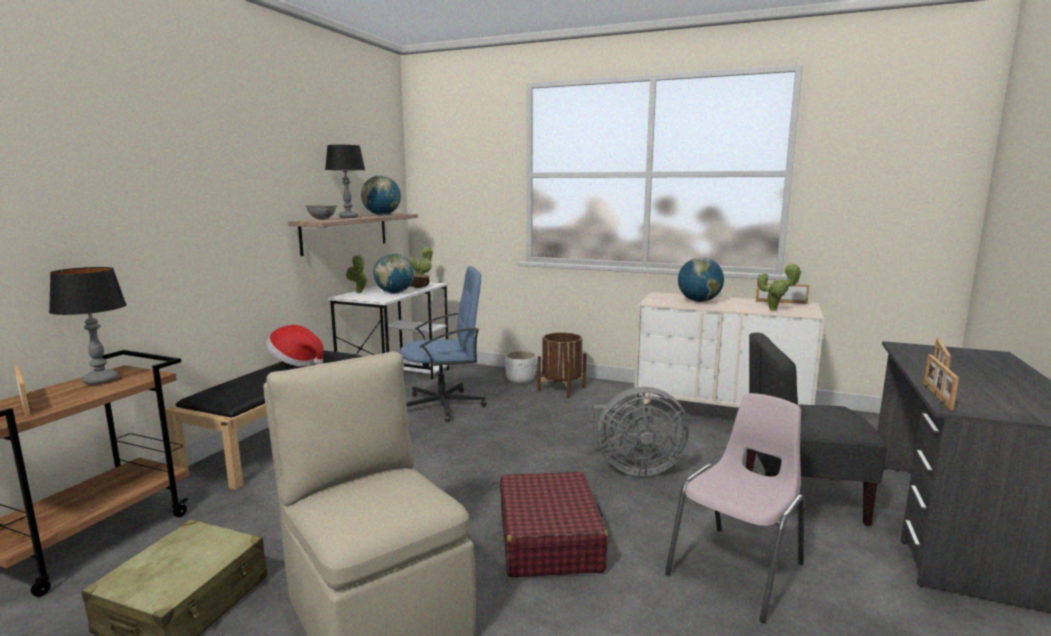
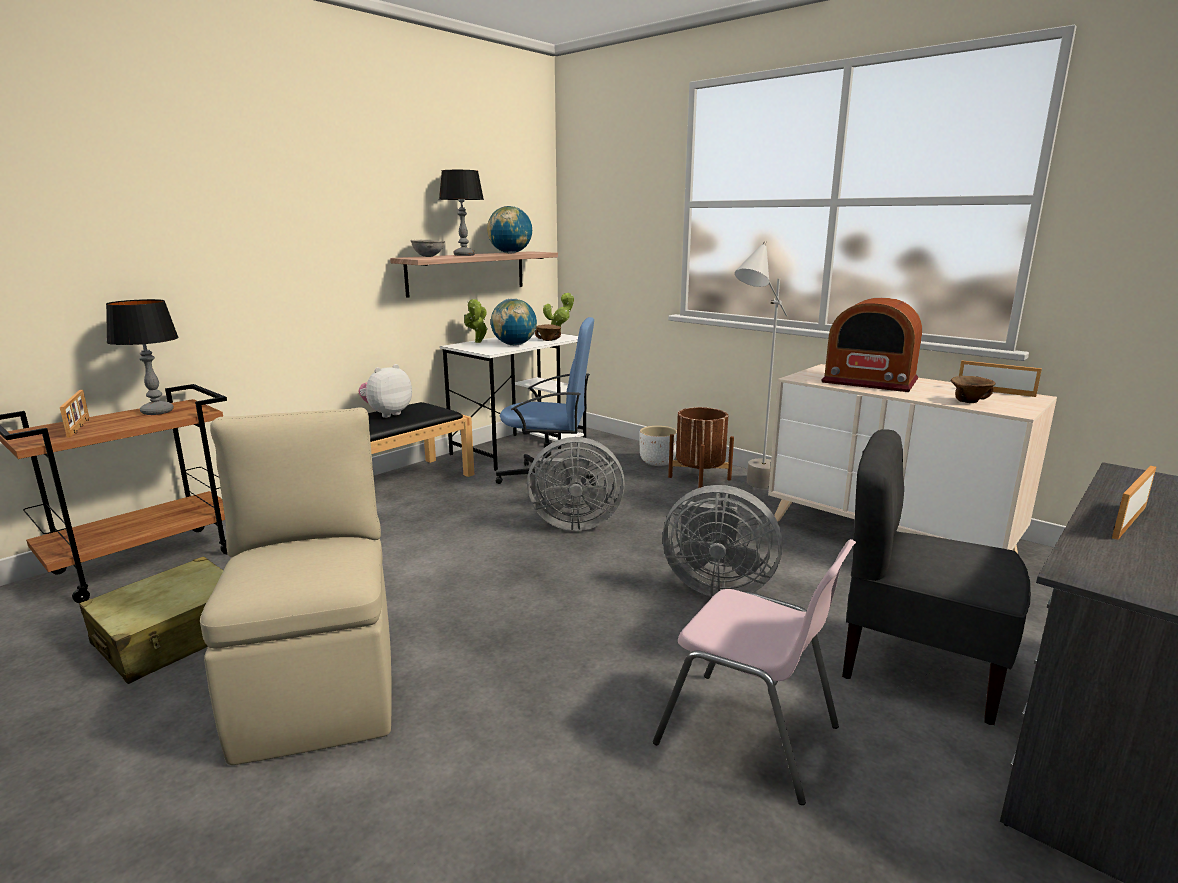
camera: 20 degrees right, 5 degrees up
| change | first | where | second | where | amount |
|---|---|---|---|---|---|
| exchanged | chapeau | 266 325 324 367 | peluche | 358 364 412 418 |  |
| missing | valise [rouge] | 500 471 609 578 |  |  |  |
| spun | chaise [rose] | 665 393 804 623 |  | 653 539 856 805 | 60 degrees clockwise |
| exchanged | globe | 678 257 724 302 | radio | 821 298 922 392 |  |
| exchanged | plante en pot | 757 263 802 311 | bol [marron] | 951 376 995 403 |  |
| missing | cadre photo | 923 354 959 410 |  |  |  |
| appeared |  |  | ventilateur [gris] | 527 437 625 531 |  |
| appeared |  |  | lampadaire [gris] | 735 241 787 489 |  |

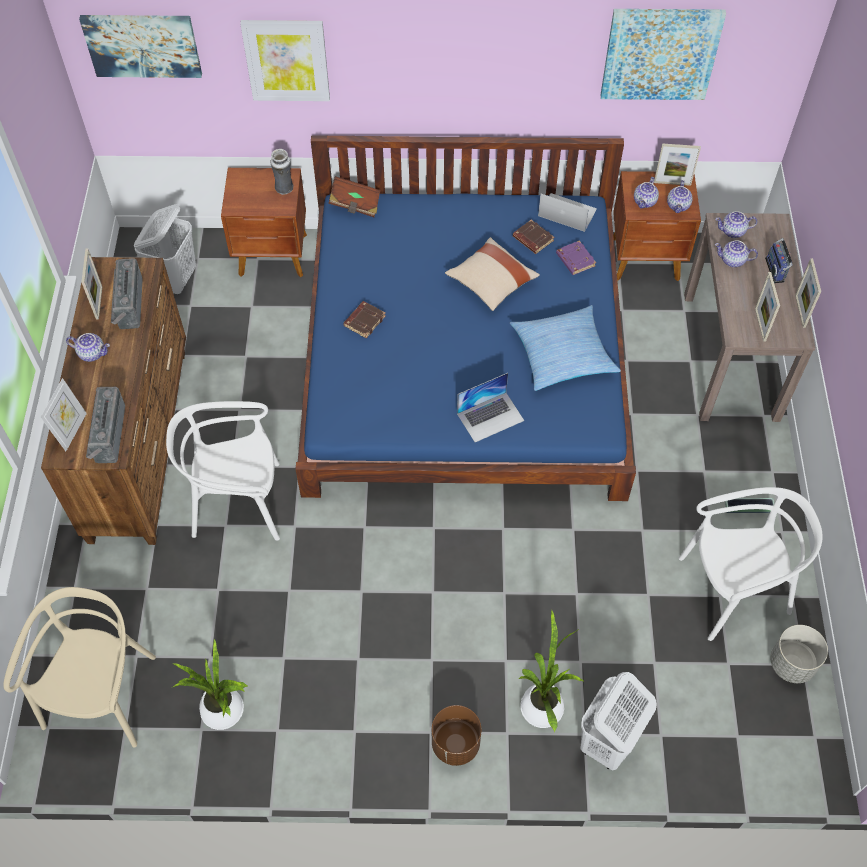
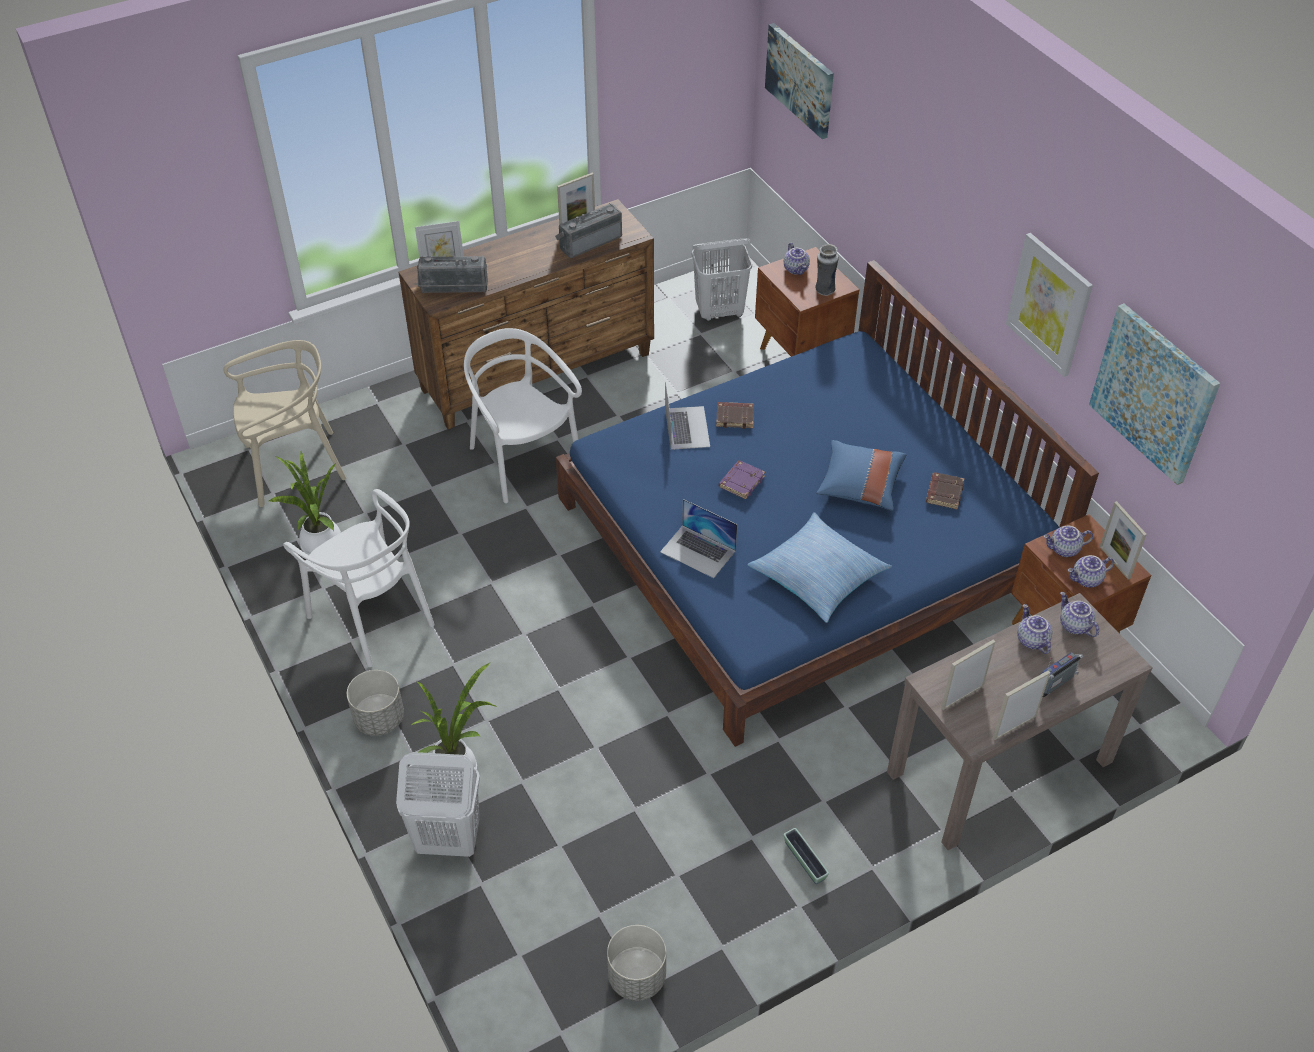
camera: 60 degrees right, 10 degrees down
| change | first | where | second | where | amount |
|---|---|---|---|---|---|
| relocated | théière | 66 333 110 362 |  | 784 243 810 275 |  |
| spun | radio | 86 387 125 463 |  | 417 256 488 293 | 150 degrees counterclockwise |
| relocated | tableau | 240 20 330 101 |  | 1006 233 1093 377 |  |
| missing | livre [marron] | 328 176 380 217 |  |  |  |
| colour | cache-pot [marron] | 432 705 482 766 | cache-pot [gris] | 347 670 404 736 |  |
| colour | coussin [beige] | 445 237 540 311 | coussin [bleu] | 816 440 907 511 |  |
| relocated | ordinateur portable | 538 193 597 232 |  | 665 382 710 450 |  |
| relocated | livre [violet] | 556 241 596 275 |  | 719 460 765 500 |  |
| relocated | chaise [blanc] | 679 487 823 641 |  | 283 489 435 667 |  |

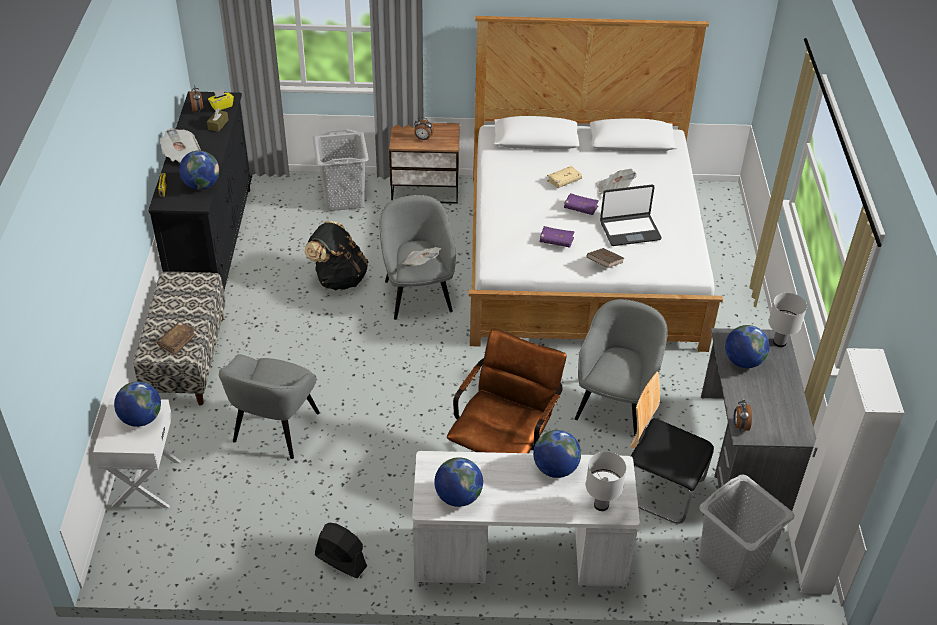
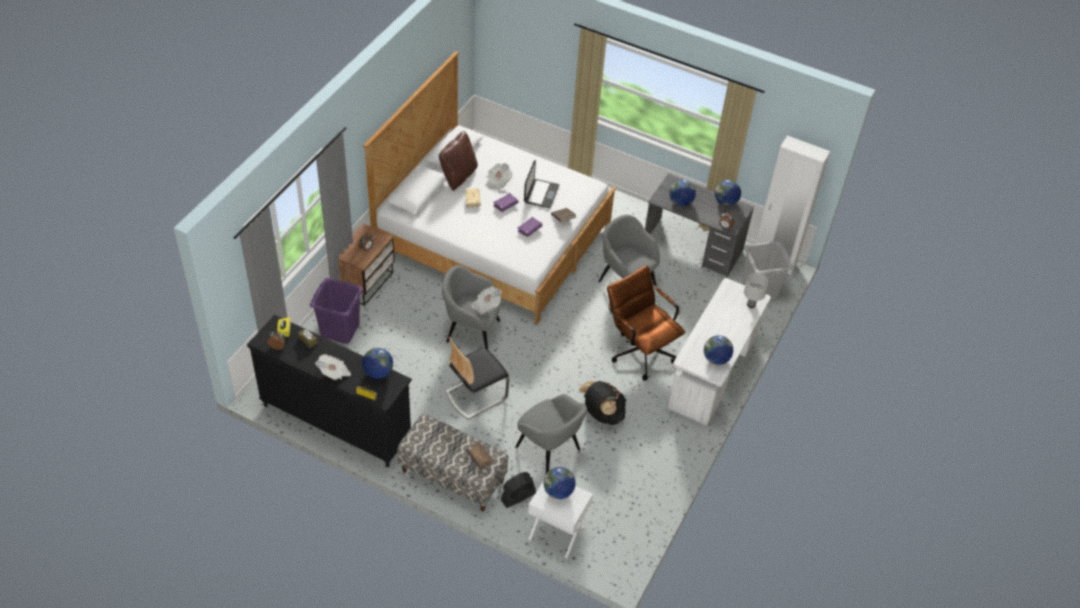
camera: 65 degrees left, 5 degrees up
| change | first | where | second | where | amount |
|---|---|---|---|---|---|
| relocated | sac à dos [noir] | 304 221 368 290 |  | 579 381 626 425 |  |
| colour | panier à linge [gris] | 313 129 369 211 | panier à linge [violet] | 310 278 363 344 |  |
| relocated | ventilateur [noir] | 315 523 367 578 |  | 500 472 536 508 |  |
| relocated | globe | 533 430 581 478 |  | 715 180 741 206 |  |
| relocated | chaise | 630 371 714 524 |  | 446 336 510 420 |  |
| missing | lampe de table [blanc] | 768 293 807 347 |  |  |  |
| appeared |  |  | coussin [marron] | 439 131 478 191 |  |

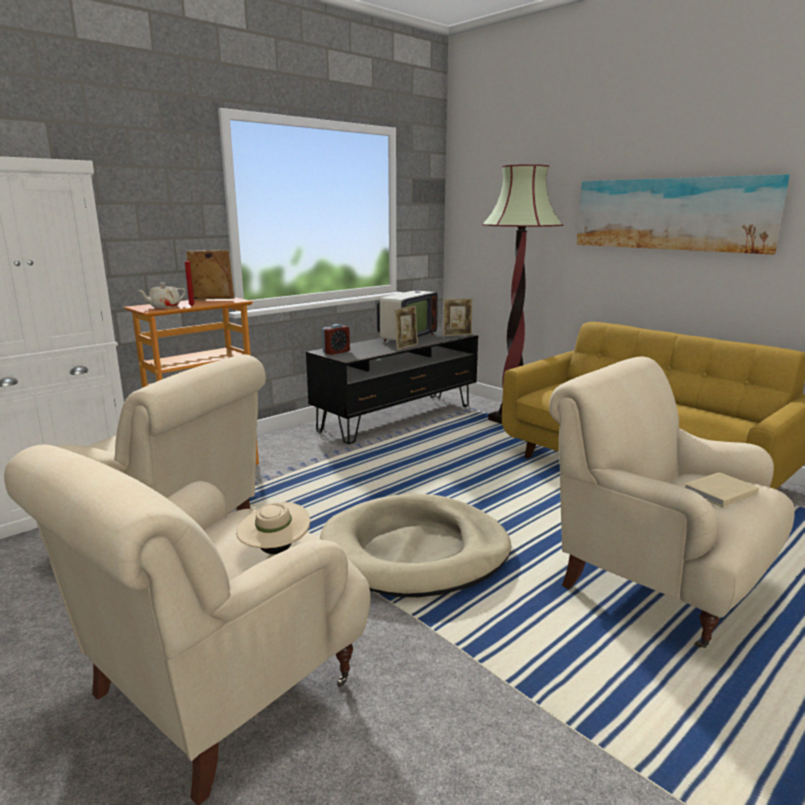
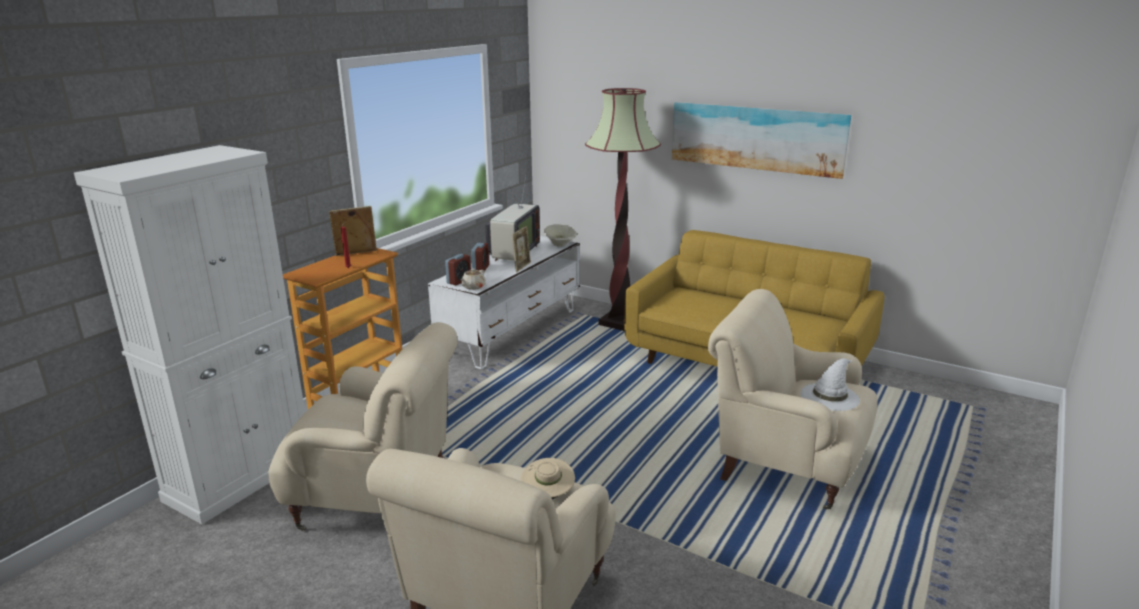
camera: 15 degrees left, 5 degrees up
| change | first | where | second | where | amount |
|---|---|---|---|---|---|
| relocated | théière [beige] | 137 283 186 308 |  | 461 269 486 290 |  |
| colour | meuble télé [noir] | 306 328 478 444 | meuble télé [blanc] | 428 236 580 369 |  |
| missing | panier pour chien [beige] | 320 494 511 597 |  |  |  |
| exchanged | cadre photo | 443 298 473 336 | bol [beige] | 544 224 577 247 |  |
| exchanged | livre [beige] | 685 472 759 507 | chapeau [blanc] | 801 359 860 411 |  |
| appeared |  |  | réveil | 471 243 489 271 |  |

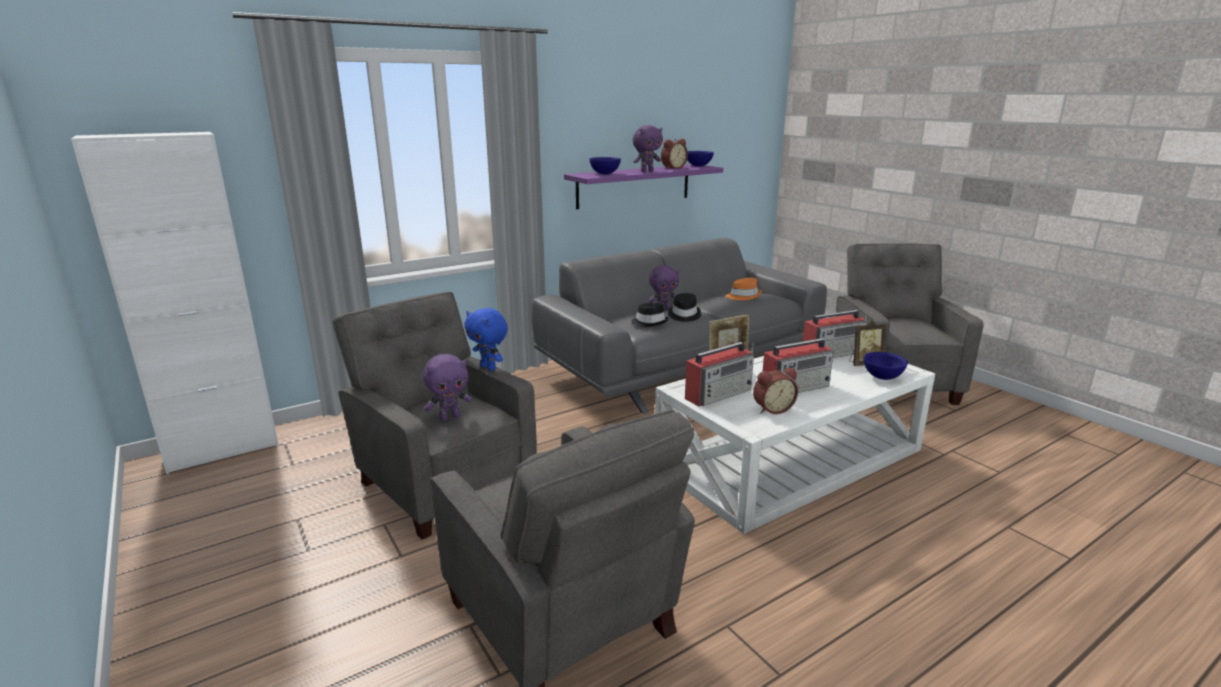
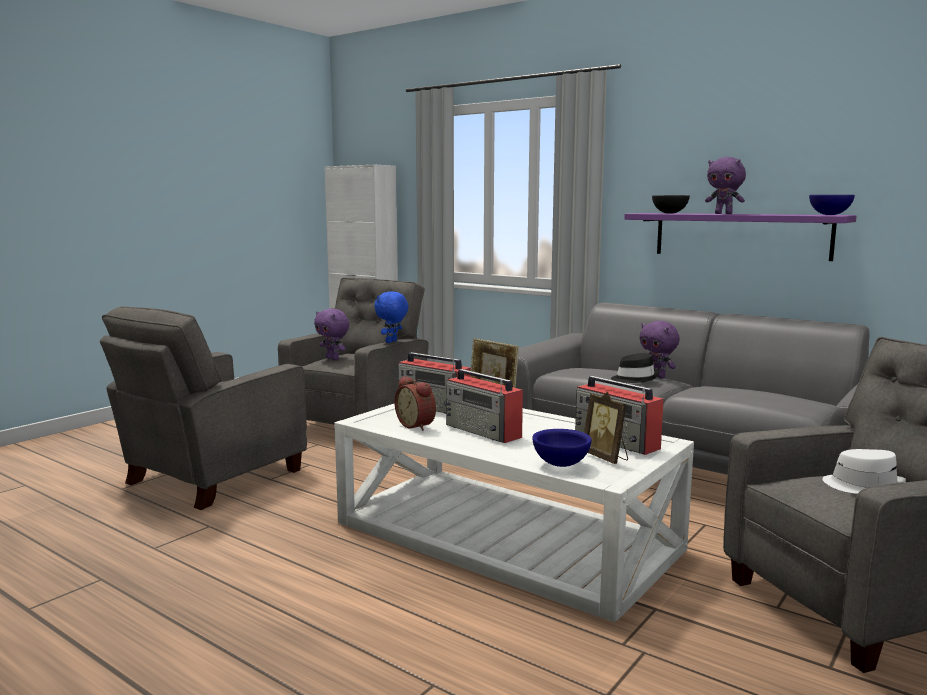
camera: 70 degrees right, 10 degrees down
| change | first | where | second | where | amount |
|---|---|---|---|---|---|
| colour | bol [bleu] | 589 157 621 174 | bol [noir] | 652 195 690 213 |  |
| missing | chapeau [noir] | 631 303 669 327 |  |  |  |
| missing | réveil | 661 139 688 169 |  |  |  |
| missing | chapeau [orange] | 726 278 762 300 |  |  |  |
| appeared |  |  | chapeau [blanc] | 822 449 906 494 |  |

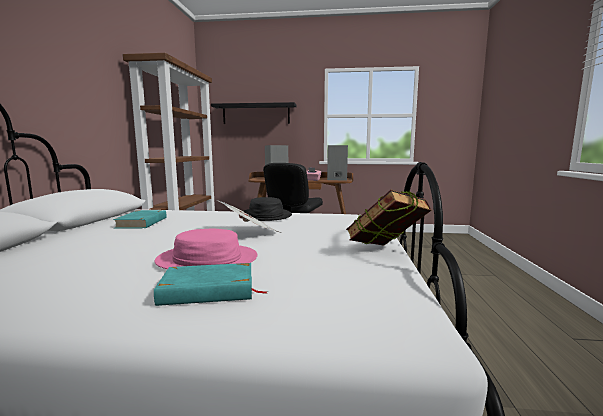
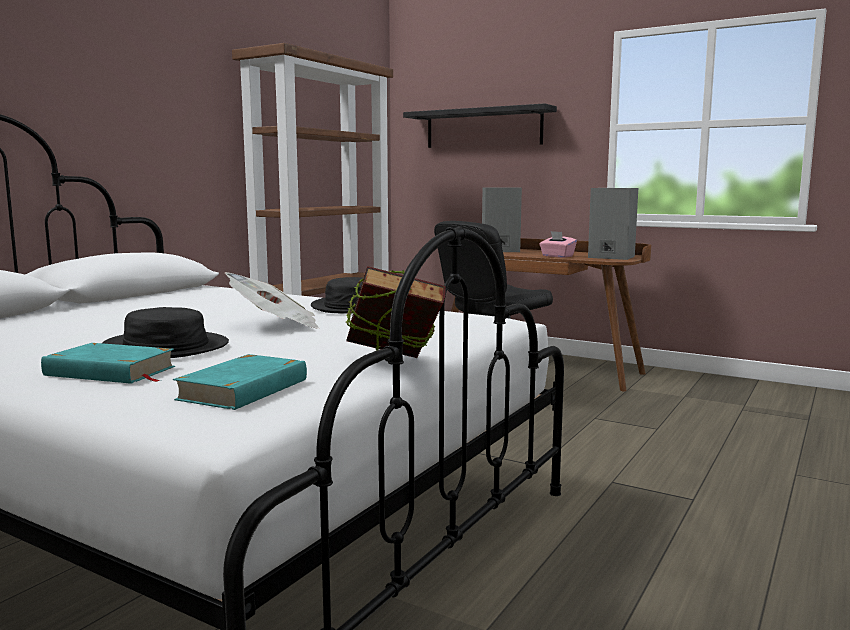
camera: 25 degrees right, 0 degrees up
| change | first | where | second | where | amount |
|---|---|---|---|---|---|
| relocated | livre [turquoise] | 113 210 167 229 |  | 173 354 307 410 |  |
| colour | chapeau [rose] | 155 229 257 269 | chapeau [noir] | 102 307 229 358 |  |

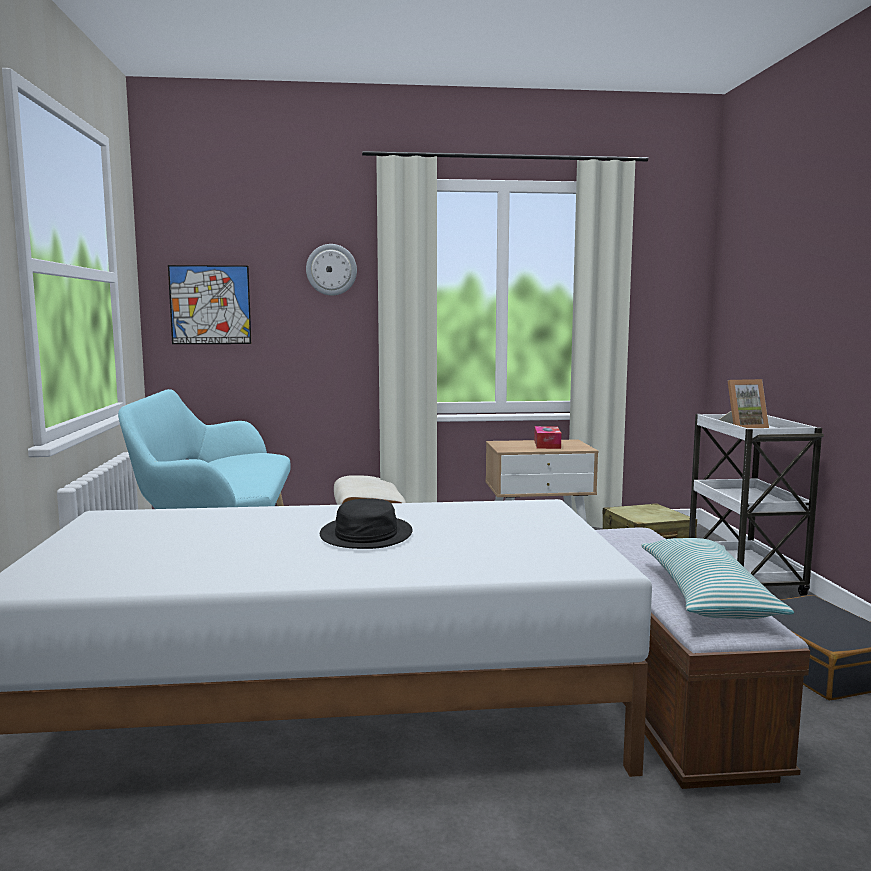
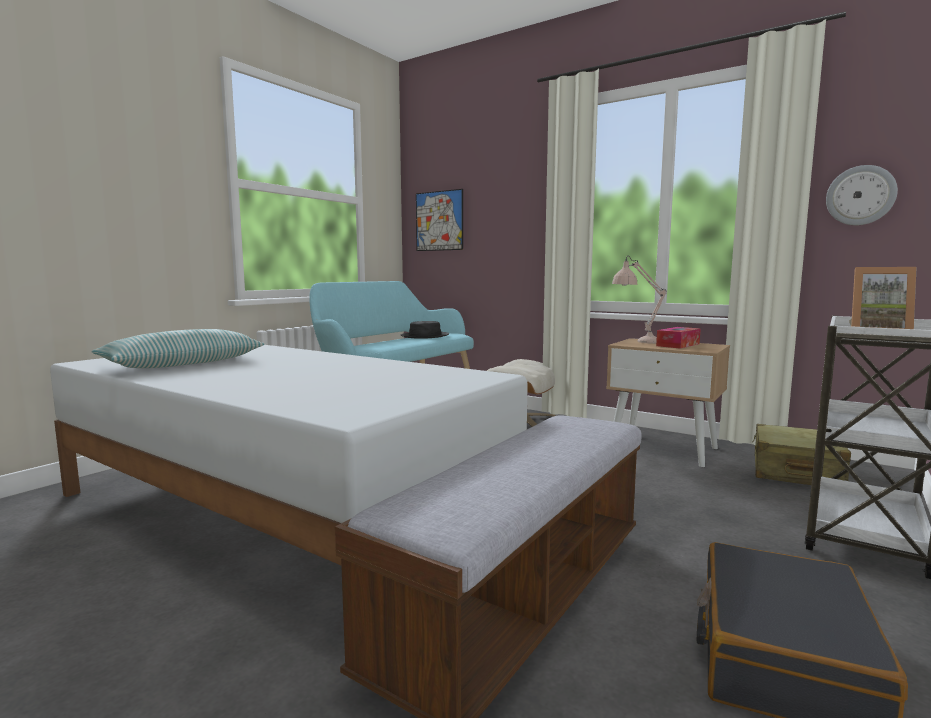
camera: 40 degrees right, 0 degrees up
| change | first | where | second | where | amount |
|---|---|---|---|---|---|
| relocated | horloge murale | 306 244 357 296 |  | 826 165 898 225 |  |
| relocated | chapeau [noir] | 320 498 412 549 |  | 401 321 449 339 |  |
| relocated | coussin | 641 538 794 619 |  | 92 329 265 368 |  |
| appeared |  |  | lampe de table [beige] | 612 256 667 344 |  |

